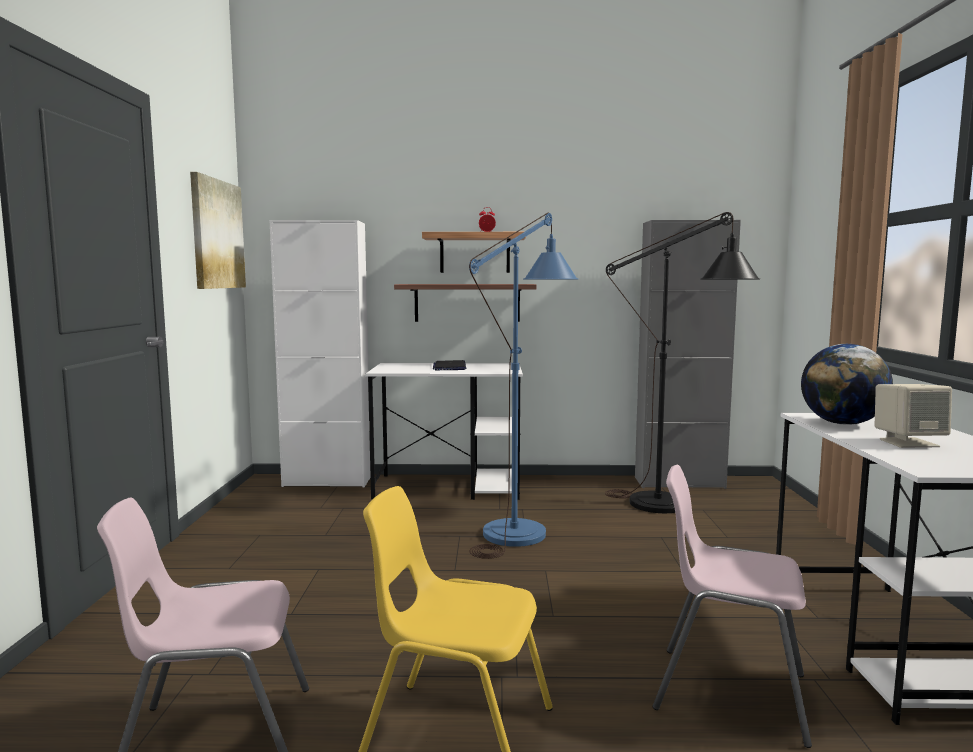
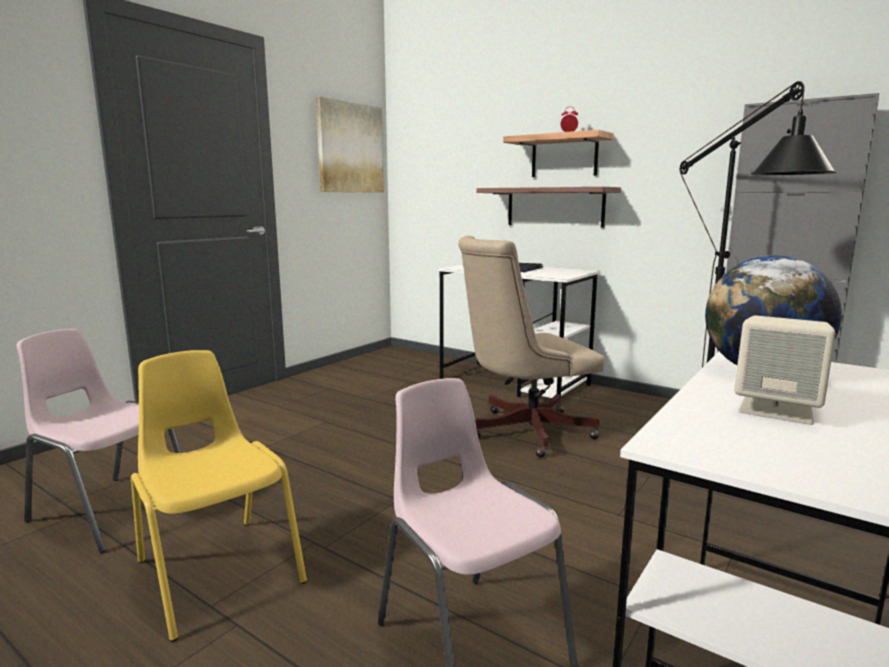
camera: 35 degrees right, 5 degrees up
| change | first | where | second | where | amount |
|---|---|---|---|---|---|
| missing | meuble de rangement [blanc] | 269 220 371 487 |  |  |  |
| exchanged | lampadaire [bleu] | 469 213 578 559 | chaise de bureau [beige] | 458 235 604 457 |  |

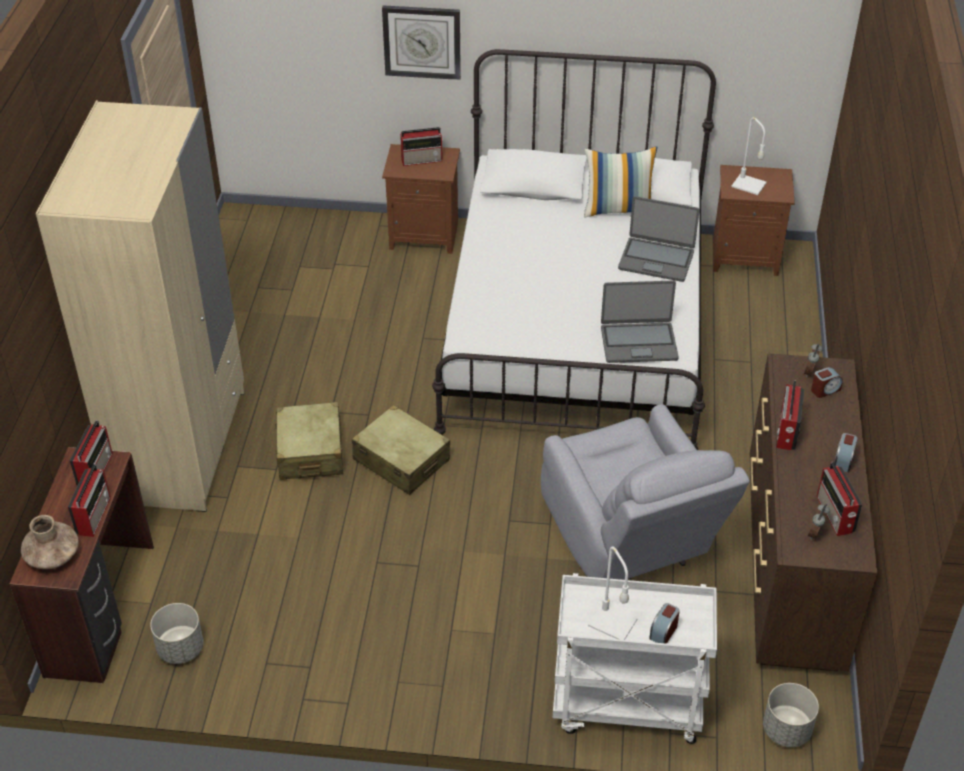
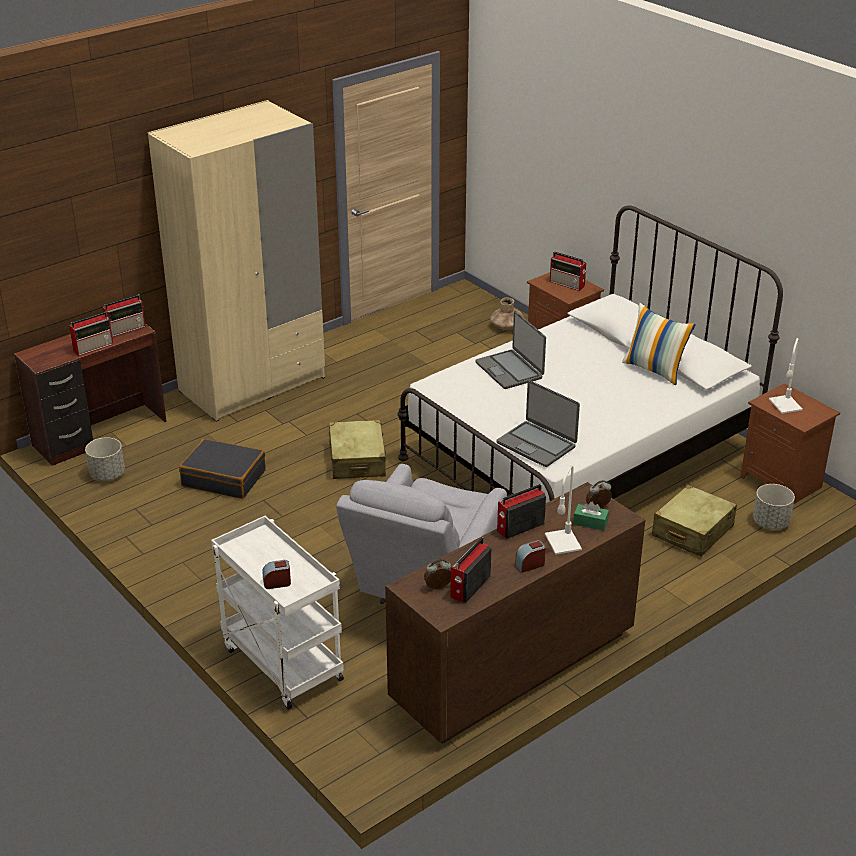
camera: 45 degrees right, 10 degrees down
| change | first | where | second | where | amount |
|---|---|---|---|---|---|
| relocated | vase [marron] | 21 515 79 569 |  | 491 297 524 330 |  |
| relocated | valise [beige] | 275 402 343 480 |  | 652 485 737 556 |  |
| missing | horloge murale | 382 5 461 80 |  |  |  |
| relocated | lampe de table [blanc] | 588 547 638 640 |  | 545 465 582 555 |  |
| relocated | ordinateur portable | 618 196 700 282 |  | 475 311 546 389 |  |
| relocated | cache-pot [gris] | 763 683 819 747 |  | 753 484 795 530 |  |
| exchanged | réveil | 811 367 843 398 | boîte à mouchoirs [vert] | 573 502 609 531 |  |
| appeared |  |  | valise [noir] | 179 439 266 499 |  |

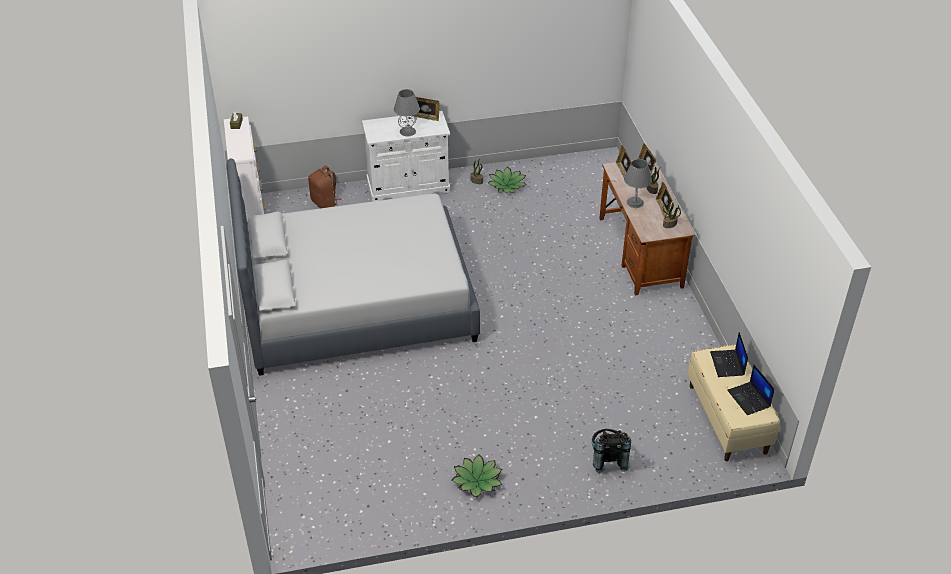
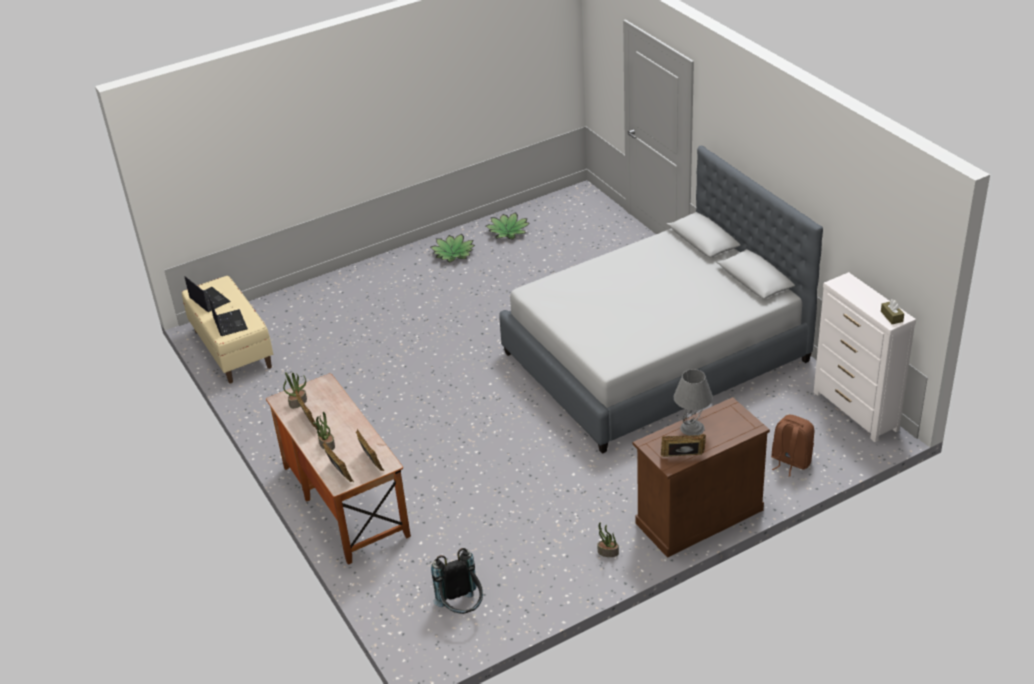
camera: 165 degrees right, 5 degrees down
| change | first | where | second | where | amount |
|---|---|---|---|---|---|
| colour | meuble de rangement [blanc] | 362 111 450 201 | meuble de rangement [marron] | 633 397 770 558 |  |
| relocated | plante en pot | 488 167 526 193 |  | 486 212 530 240 |  |
| relocated | sac à dos [noir] | 592 429 631 473 |  | 431 548 483 614 |  |
| missing | lampe de table [gris] | 624 159 652 208 |  |  |  |

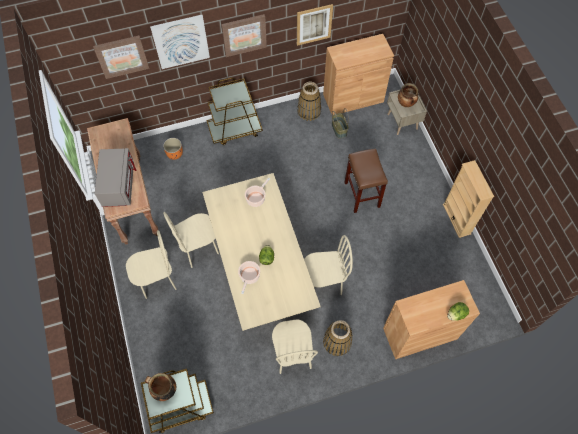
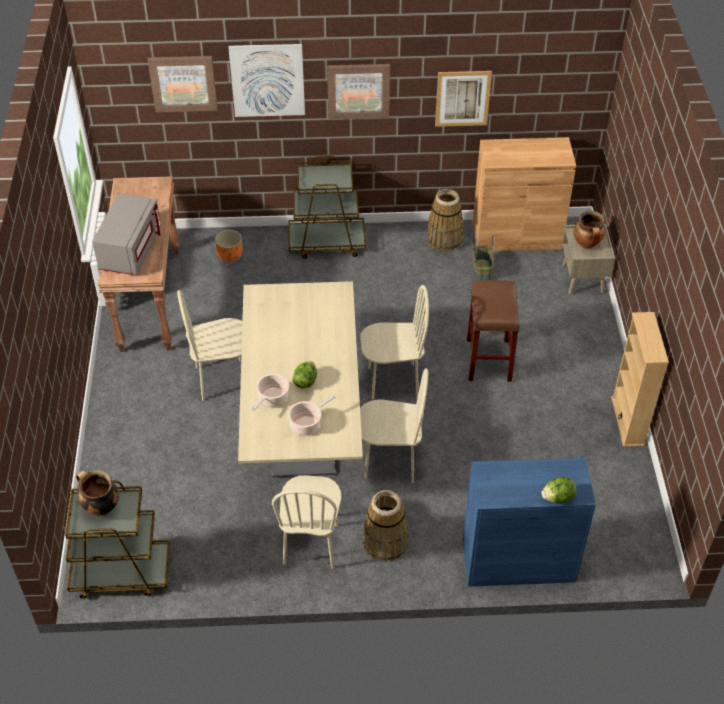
camera: 15 degrees right, 15 degrees down
| change | first | where | second | where | amount |
|---|---|---|---|---|---|
| relocated | chaise [beige] | 126 230 177 299 |  | 360 285 429 399 |  |
| relocated | marmite | 245 178 270 207 |  | 288 395 336 435 |  |
| colour | meuble de rangement [marron] | 383 280 480 359 | meuble de rangement [bleu] | 463 457 596 587 |  |

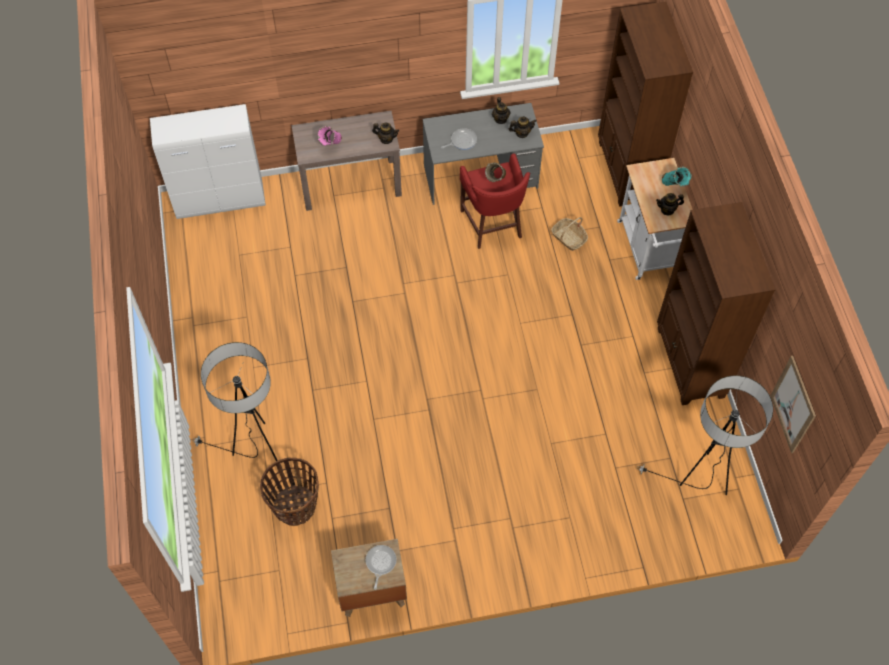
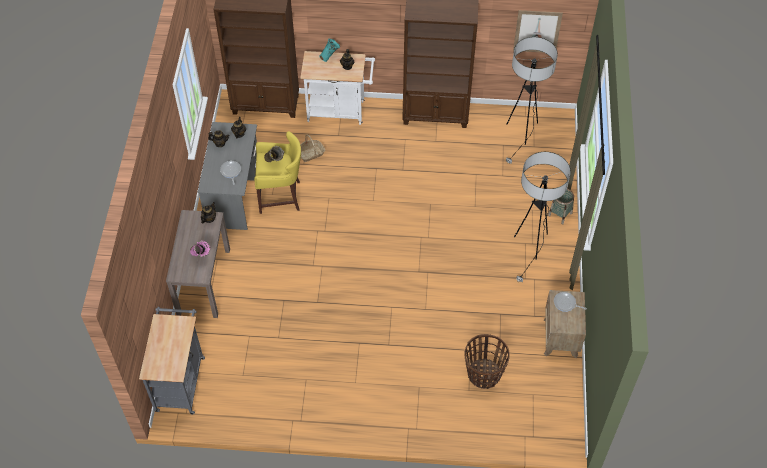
camera: 75 degrees left, 5 degrees down
| change | first | where | second | where | amount |
|---|---|---|---|---|---|
| exchanged | meuble de rangement [blanc] | 150 104 266 219 | chariot [gris] | 139 307 205 414 |  |
| relocated | lampadaire | 194 342 278 461 |  | 514 152 571 283 |  |
| colour | tabouret [rouge] | 460 153 530 249 | tabouret [jaune] | 254 131 301 214 |  |
| appeared |  |  | panier | 548 189 574 224 |  |

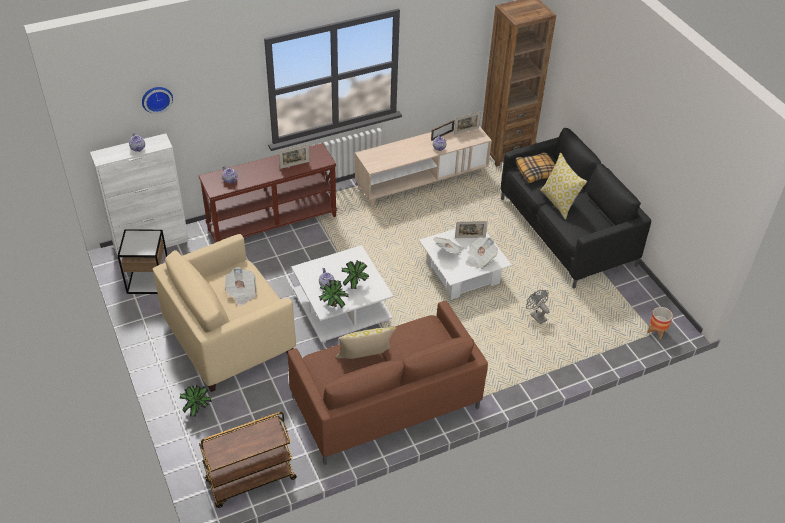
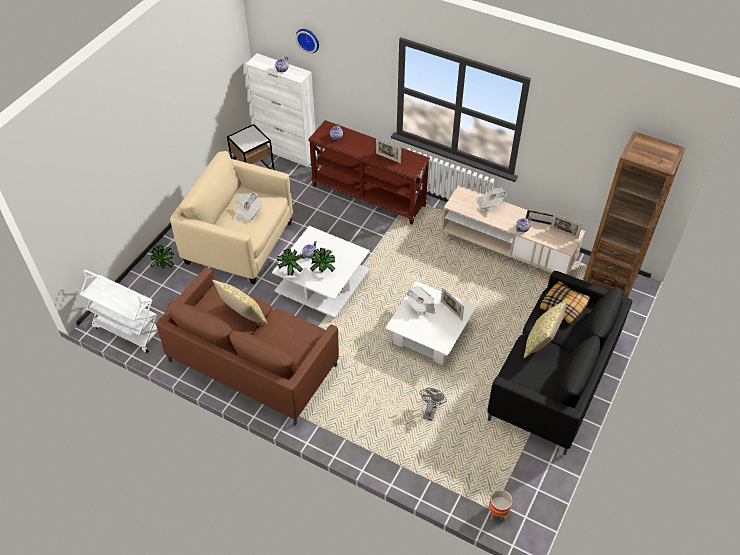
camera: 55 degrees right, 5 degrees up
| change | first | where | second | where | amount |
|---|---|---|---|---|---|
| colour | chariot [marron] | 199 412 297 508 | chariot [blanc] | 80 270 158 353 |  |
| relocated | journal | 466 237 498 269 |  | 476 188 507 209 |  |

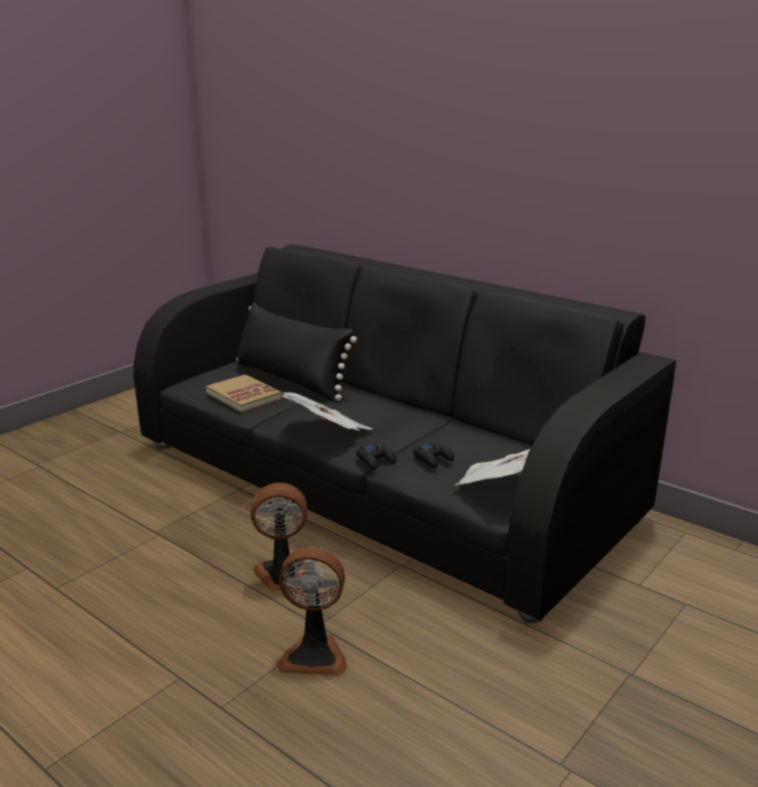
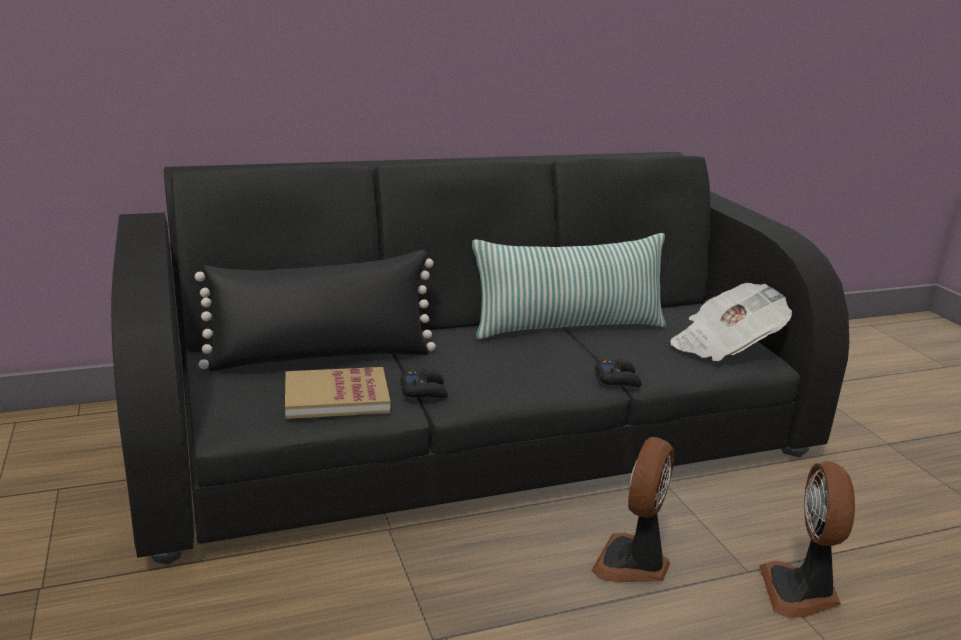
camera: 60 degrees left, 0 degrees up
| change | first | where | second | where | amount |
|---|---|---|---|---|---|
| spun | ventilateur | 277 547 347 676 |  | 759 461 855 618 | 150 degrees clockwise |
| missing | journal | 282 392 373 431 |  |  |  |
| relocated | manette [noir] | 413 442 454 468 |  | 400 369 448 398 |  |
| appeared |  |  | coussin | 472 233 666 339 |  |

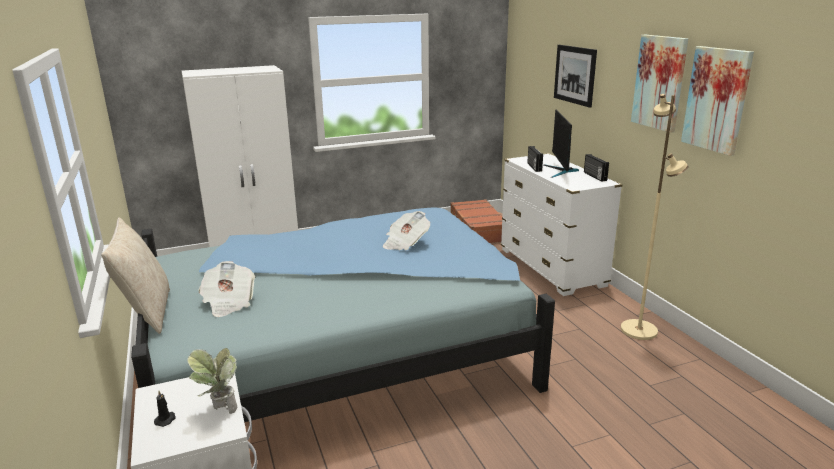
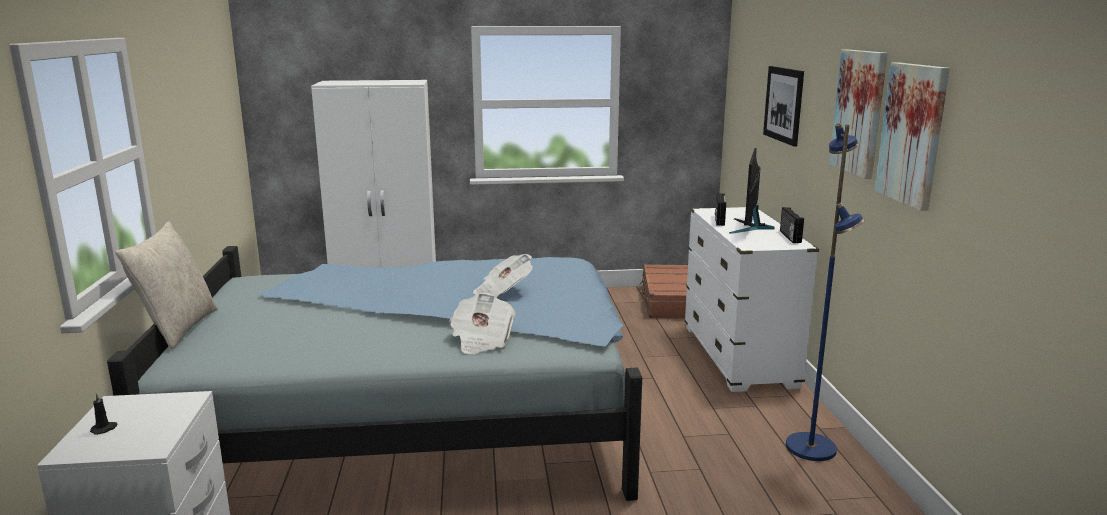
camera: 15 degrees right, 5 degrees down
| change | first | where | second | where | amount |
|---|---|---|---|---|---|
| missing | plante en pot | 187 348 237 414 |  |  |  |
| relocated | journal | 198 261 255 317 |  | 450 293 515 354 |  |
| colour | lampadaire [beige] | 621 94 689 340 | lampadaire [bleu] | 786 123 865 461 |  |

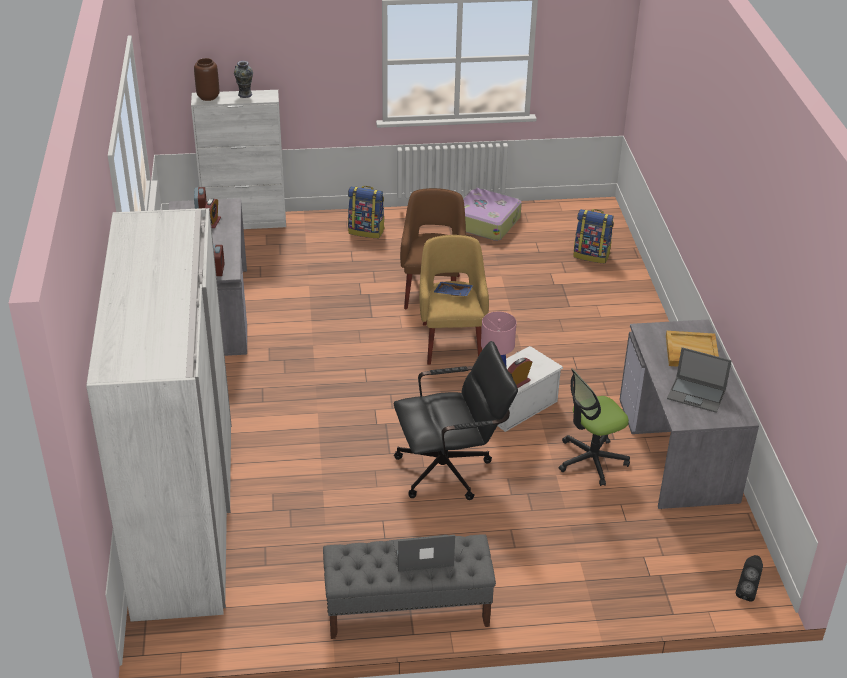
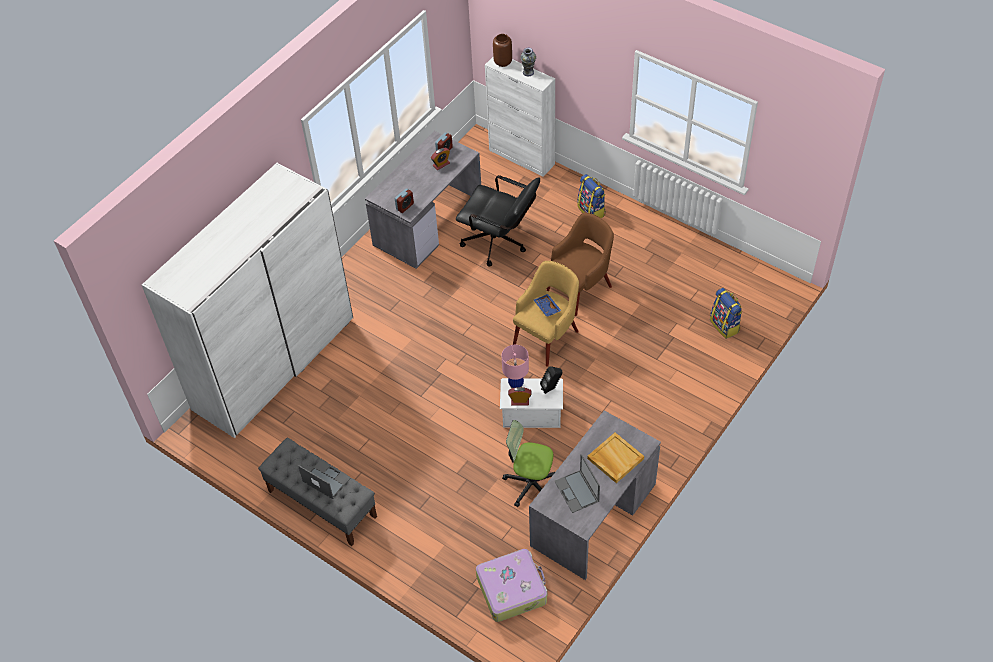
camera: 45 degrees right, 15 degrees up
| change | first | where | second | where | amount |
|---|---|---|---|---|---|
| relocated | chaise de bureau [noir] | 394 341 518 500 |  | 456 175 540 266 |  |
| relocated | valise | 463 188 522 241 |  | 476 549 547 622 |  |
| relocated | enceinte [noir] | 736 555 763 602 |  | 540 366 562 394 |  |

